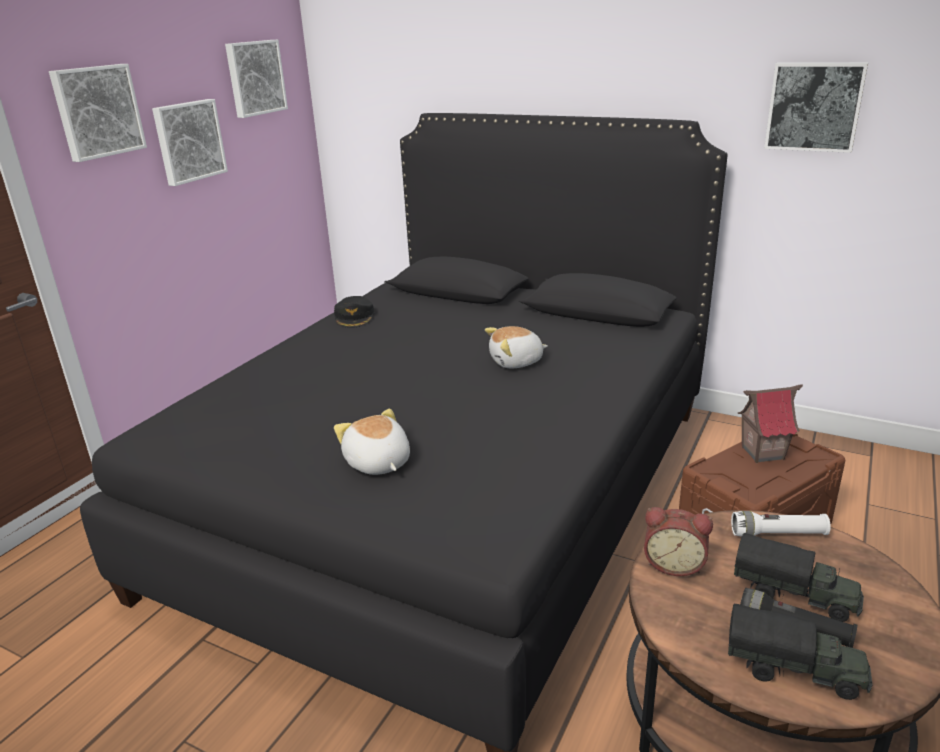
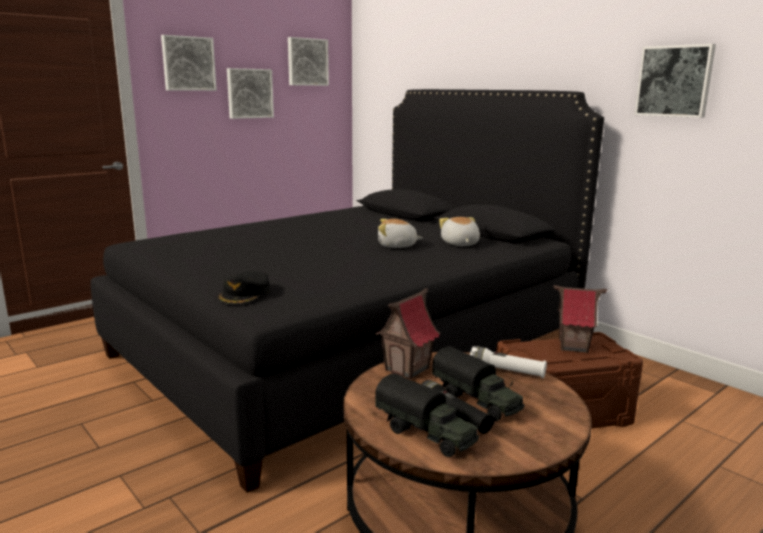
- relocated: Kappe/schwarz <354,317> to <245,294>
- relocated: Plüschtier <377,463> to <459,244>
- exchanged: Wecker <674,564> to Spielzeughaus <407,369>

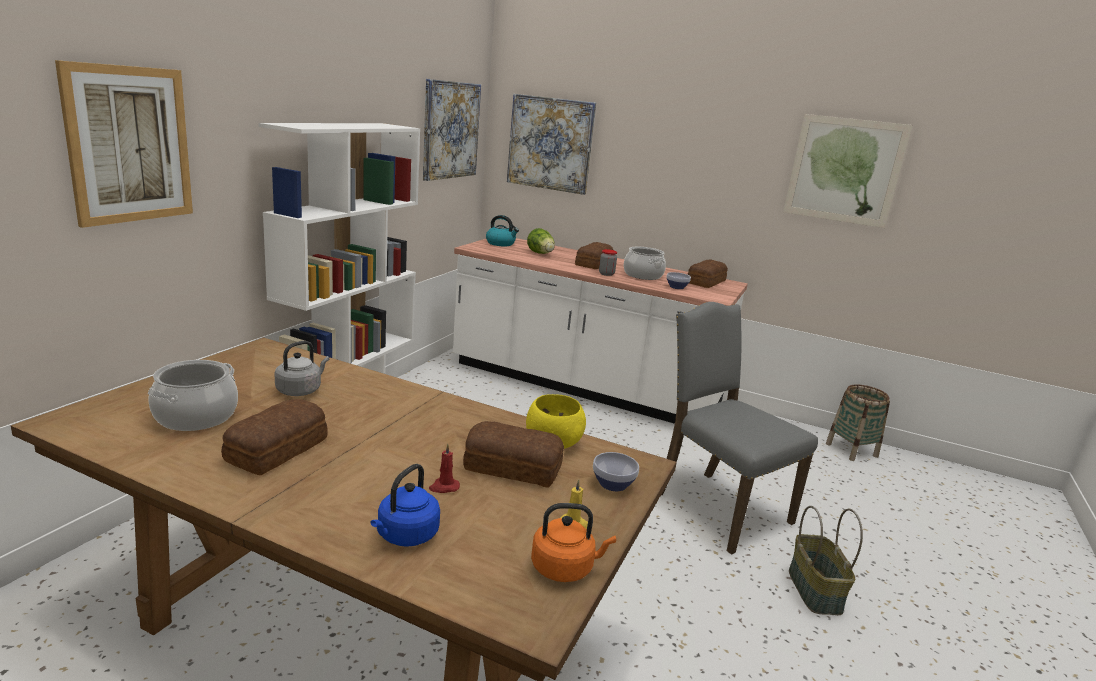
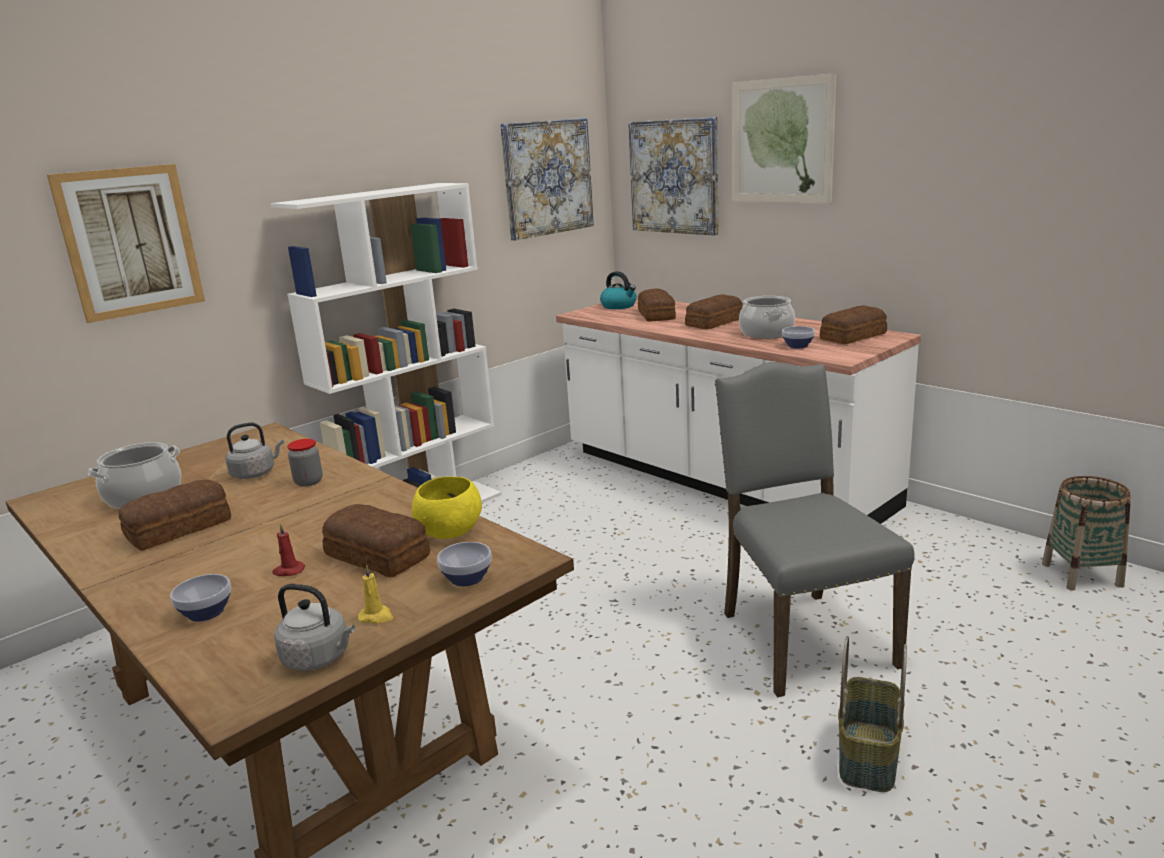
- relocated: Vorratsglas <606,274> to <308,482>
- relocated: Bild <844,170> to <781,141>
- exchanged: Wasserkessel/blau <405,536> to Schüssel <205,614>
- exchanged: Salatkopf <541,254> to Brot <657,315>
- colour: Wasserkessel/orange <565,568> to Wasserkessel/grau <319,658>

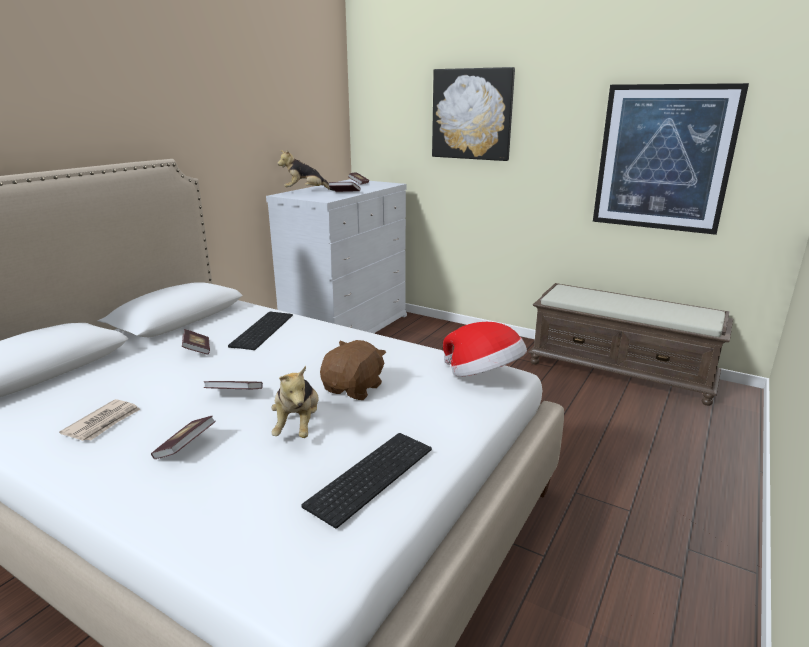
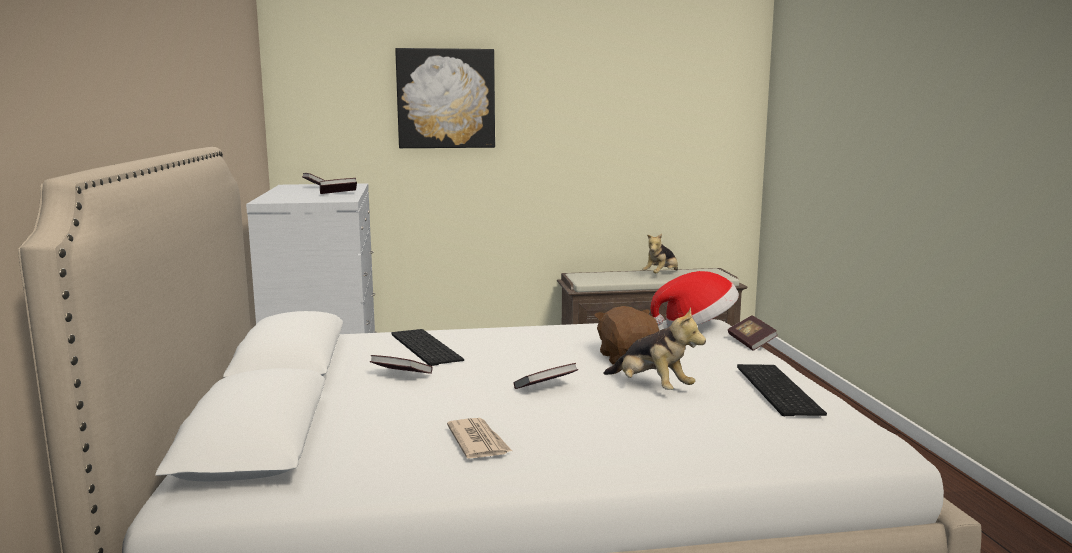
- missing: Bild <663,158>
- relocated: Buch <185,447> to <751,343>
- relocated: Plüschtier <305,191> to <661,275>

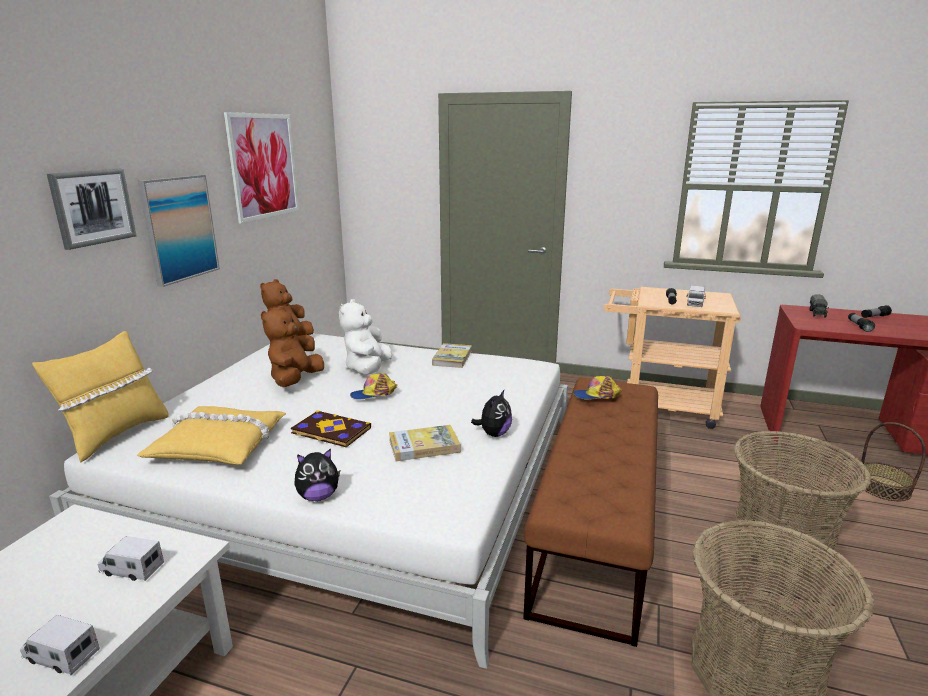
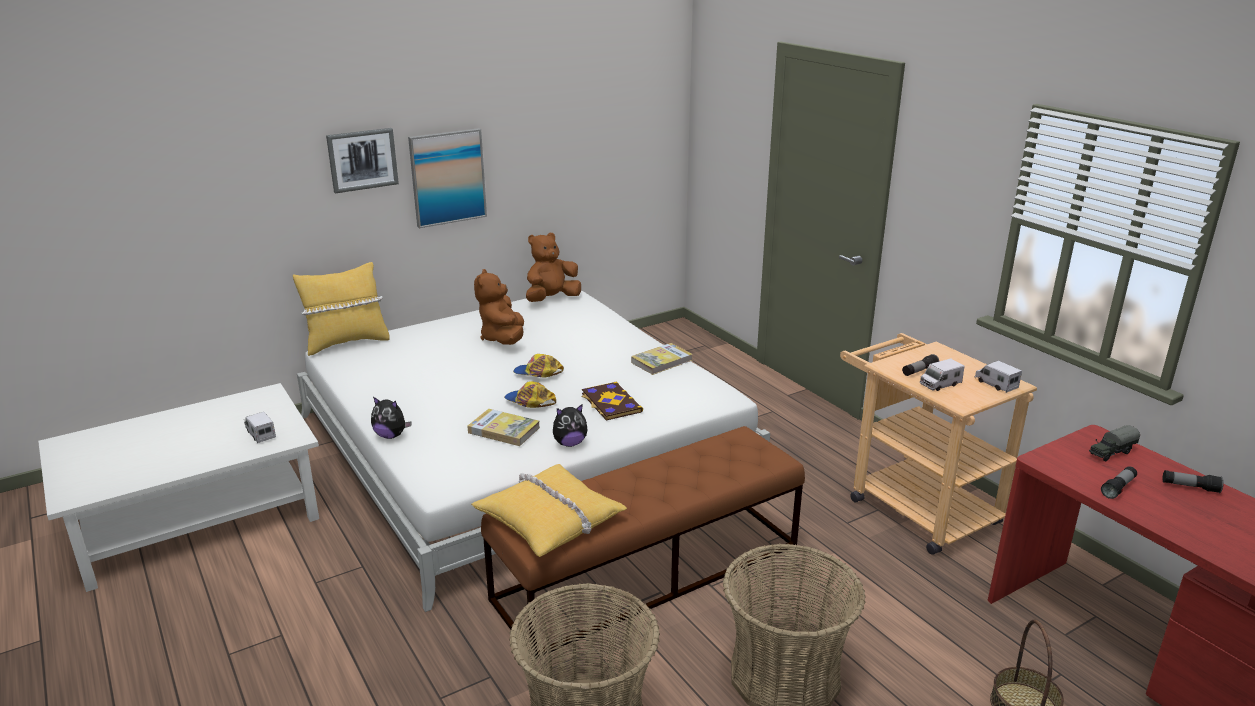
- missing: Bild <264,166>
- missing: Plüschtier/weiß <367,369>
- relocated: Spielzeuglaster <62,656> to <995,384>
- relocated: Kissen/gelb <220,445> to <550,519>
- relocated: Buch <330,431> to <610,403>
- relocated: Kappe <597,396> to <529,402>
- spun: Plüschtier/braun <295,380> = <503,339> 60 degrees counterclockwise

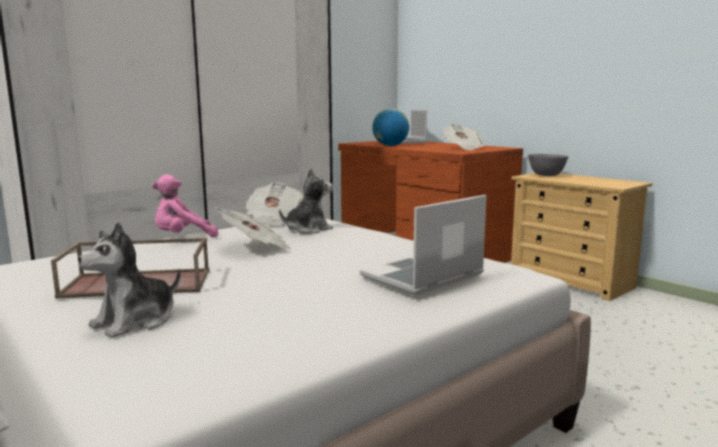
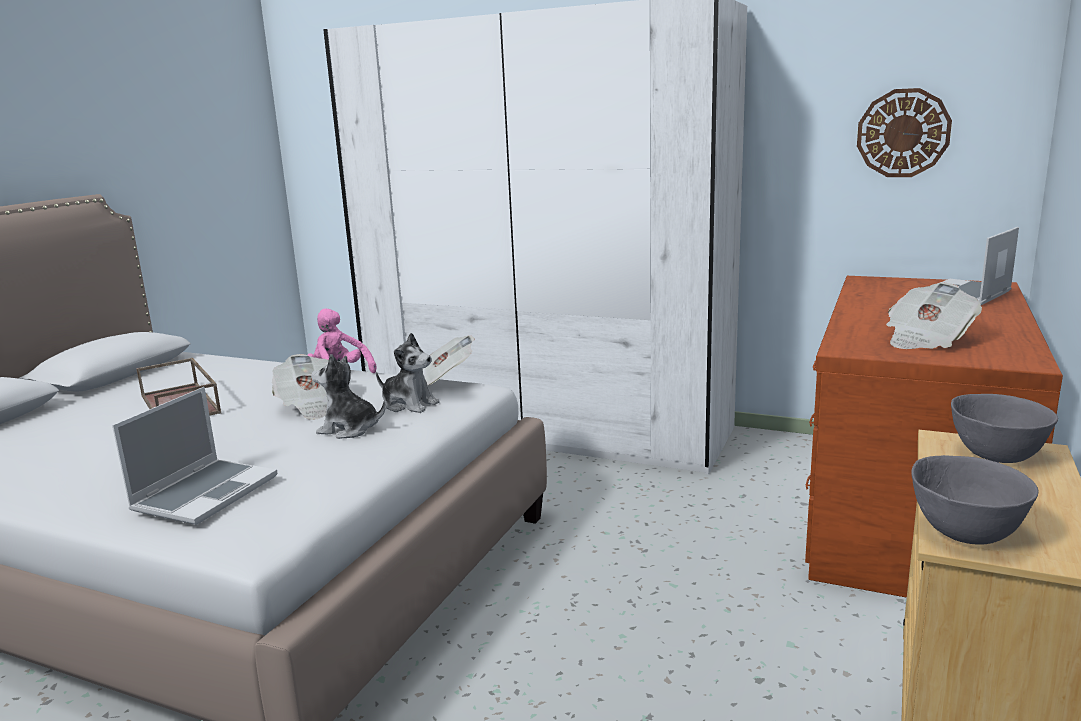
- missing: Globus <390,145>
- appeared: Wanduhr <903,133>
- appeared: Schüssel/grau <964,532>
- relocated: Plüschtier <136,321> to <349,429>
- spun: Laptop <422,276> = <206,493> 90 degrees clockwise

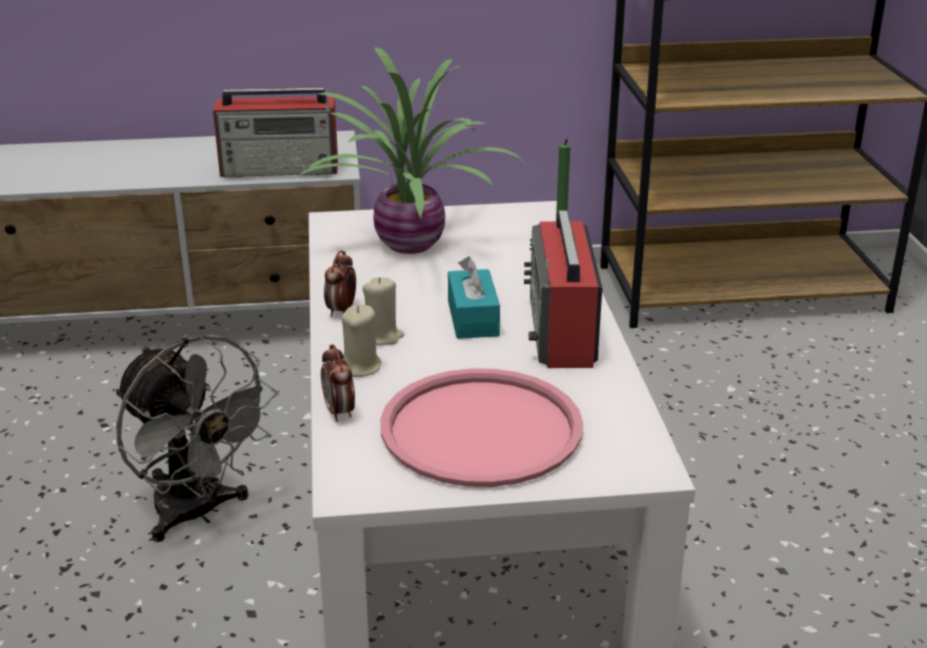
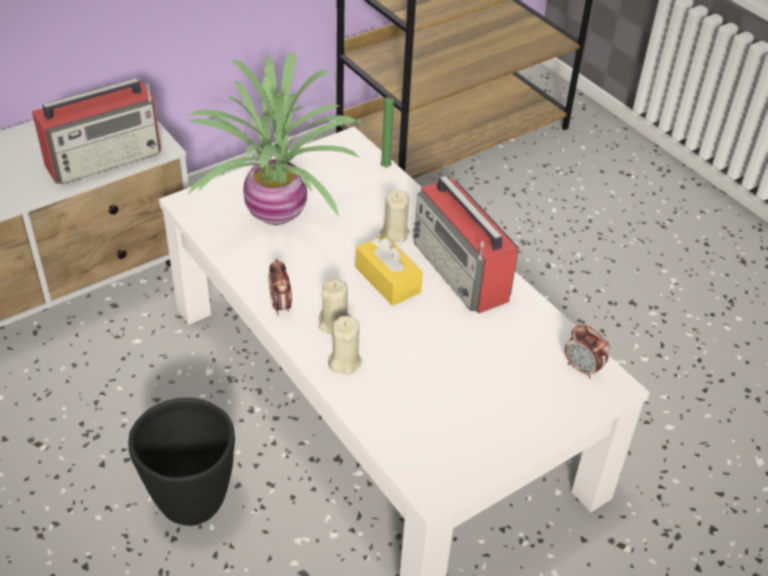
- missing: Tablett/rosa <481,429>
- appeared: Kerze/beige <394,233>
- relocated: Wecker <339,412> to <582,368>
- exchanged: Ventilator/grau <197,514> to Pflanzkübel/schwarz <191,501>
- colour: Taschentuchbox/türkis <473,318> to Taschentuchbox/gelb <388,280>

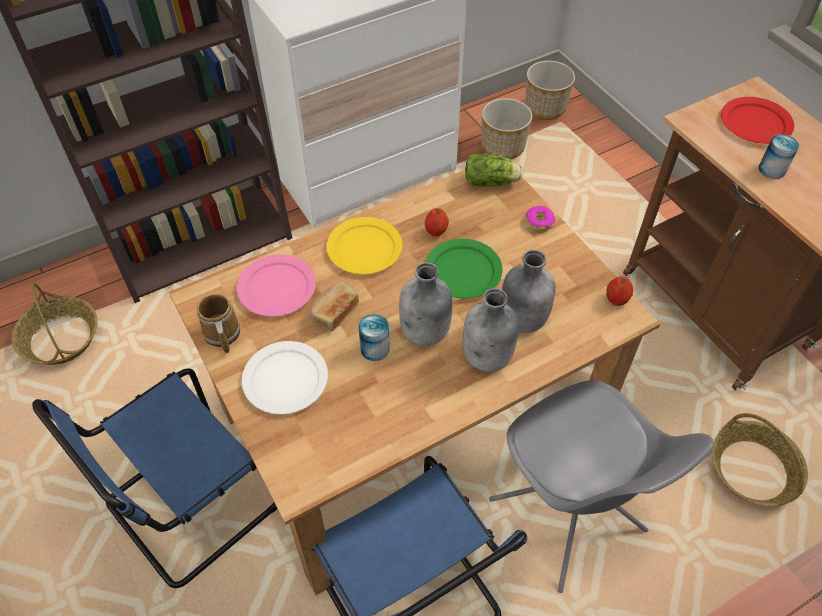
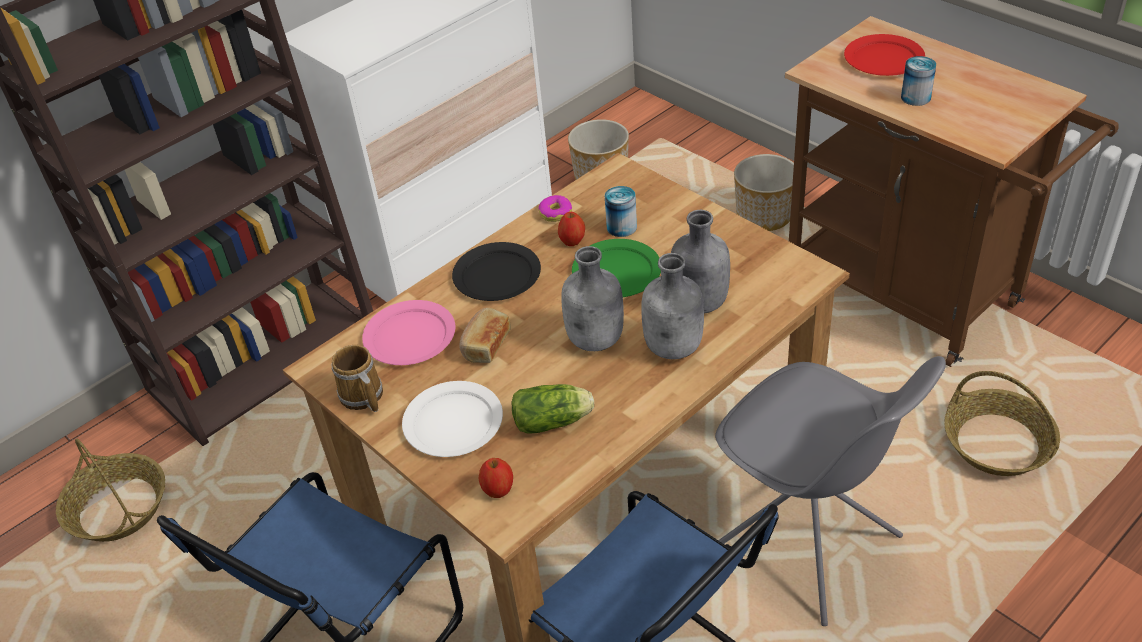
- relocated: Dose <375,348> to <621,227>
- relocated: Salatkopf <492,182> to <555,421>
- relocated: Pflanzkübel <545,108> to <764,216>
- relocated: Donut <539,222> to <555,213>
- relocated: Apfel <616,299> to <498,490>
- colour: Teller/gelb <364,248> to Teller/schwarz <496,275>

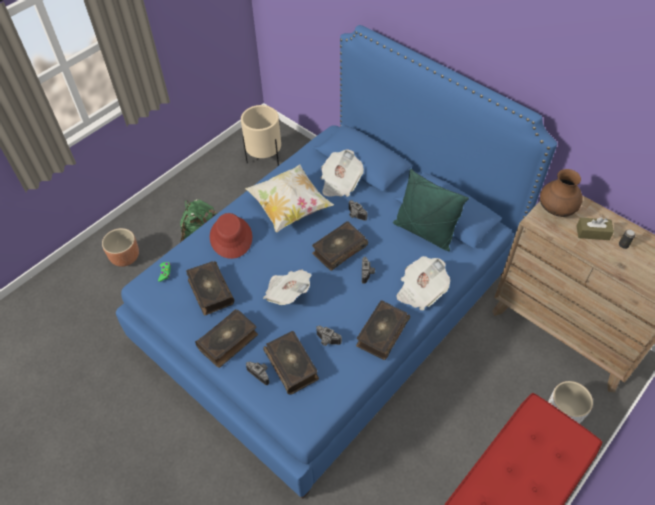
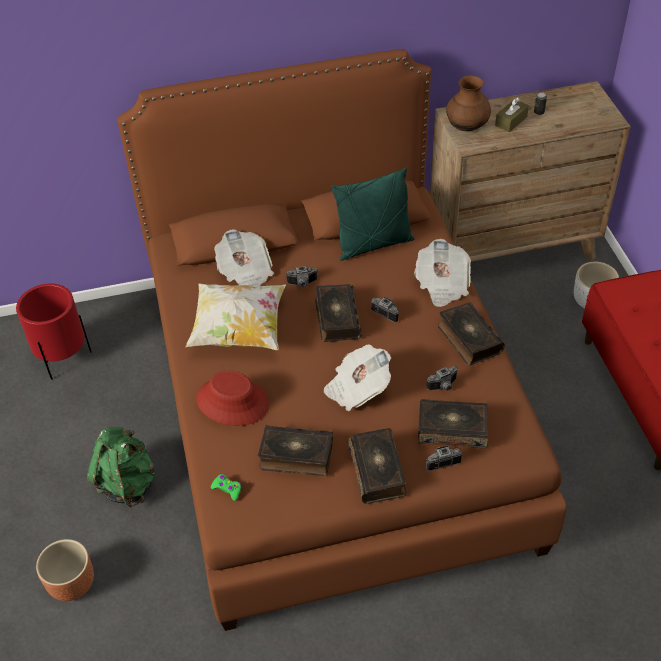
- colour: Bett/blau <328,305> to Bett/braun <332,409>
- colour: Pflanzkübel/beige <265,158> to Pflanzkübel/rot <63,358>

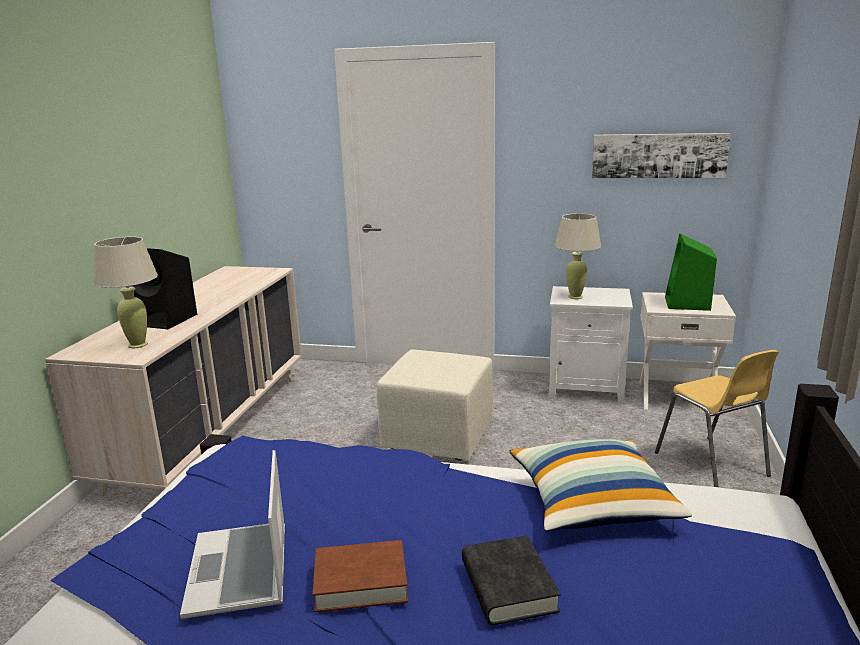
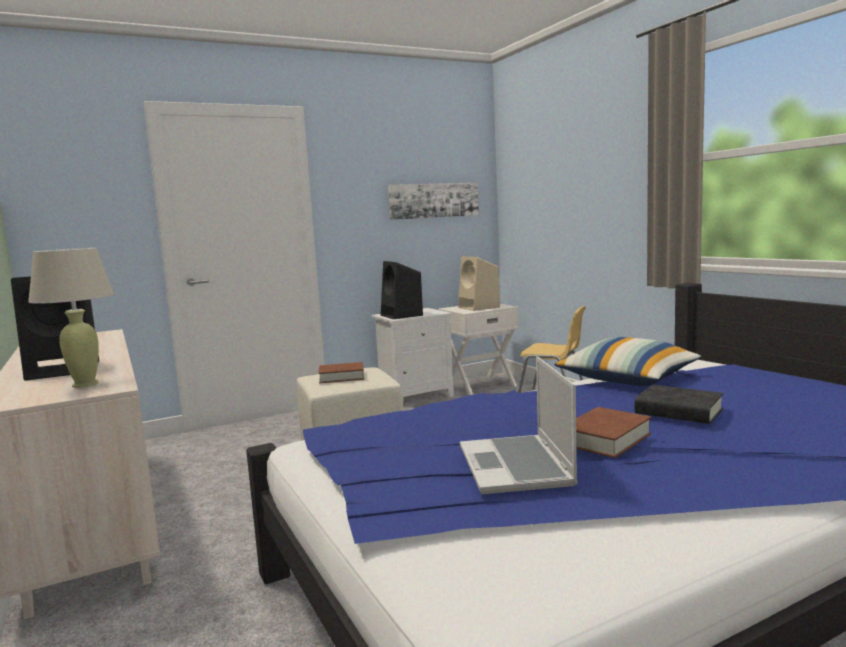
- appeared: Buch/braun <341,377>
- exchanged: Tischlampe/beige <575,297> to Lautsprecher/schwarz <402,315>
- colour: Lautsprecher/grün <687,304> to Lautsprecher/beige <479,307>
- spun: Laptop <241,572> = <517,467> 45 degrees clockwise

